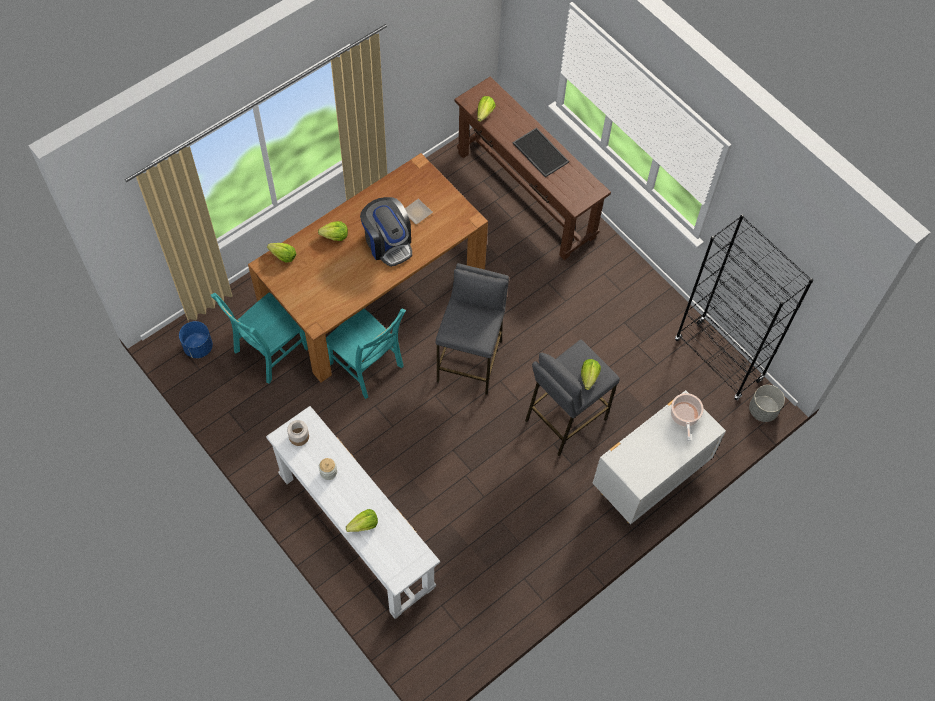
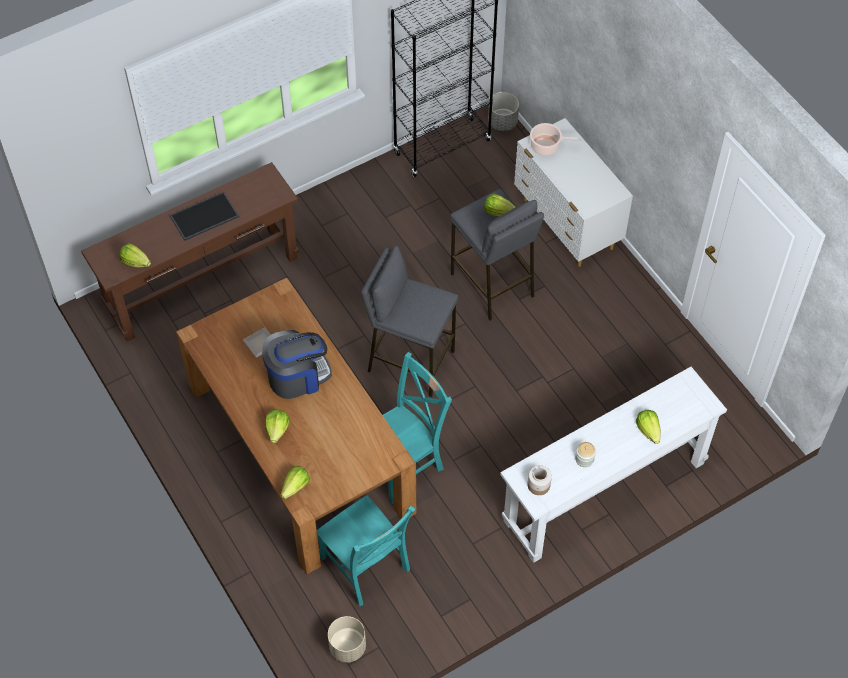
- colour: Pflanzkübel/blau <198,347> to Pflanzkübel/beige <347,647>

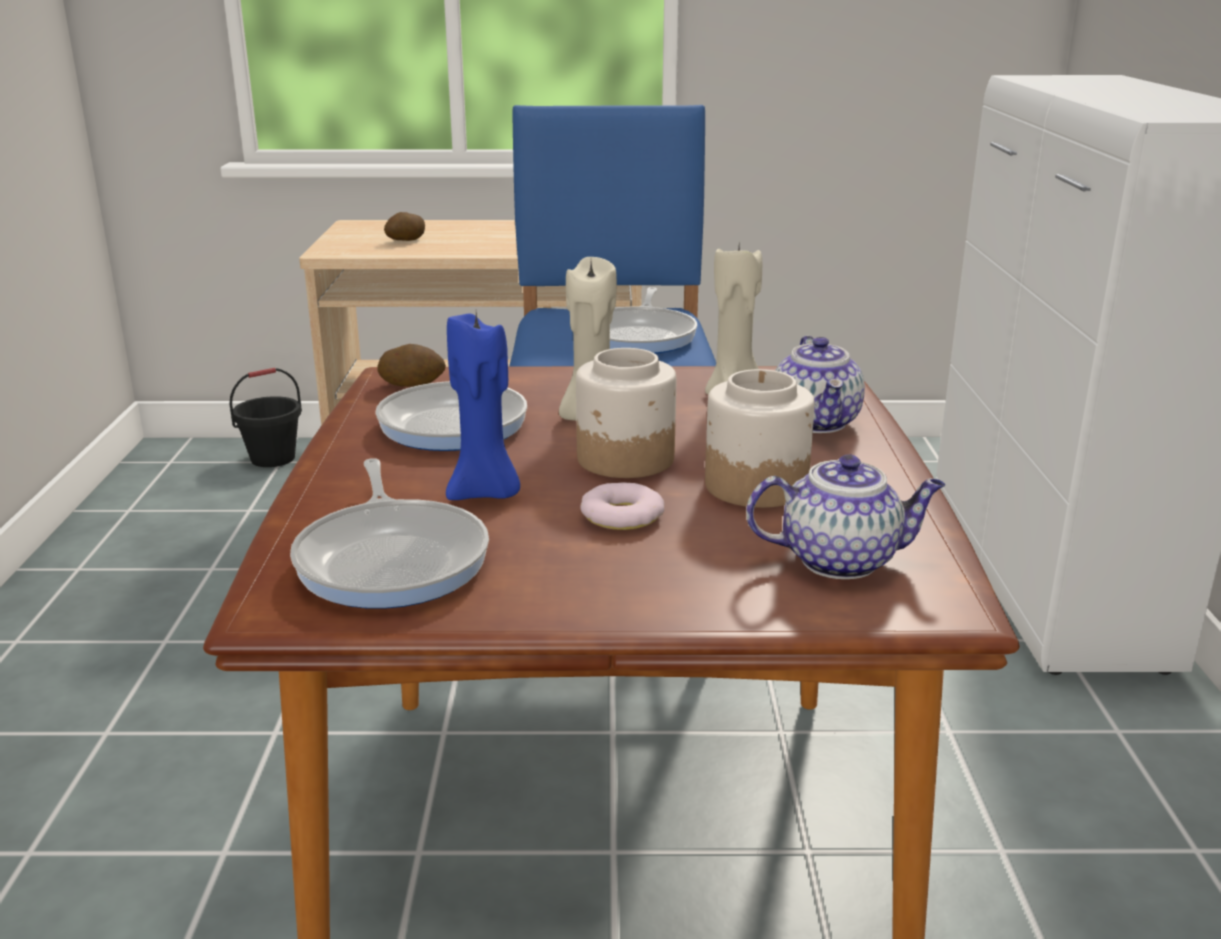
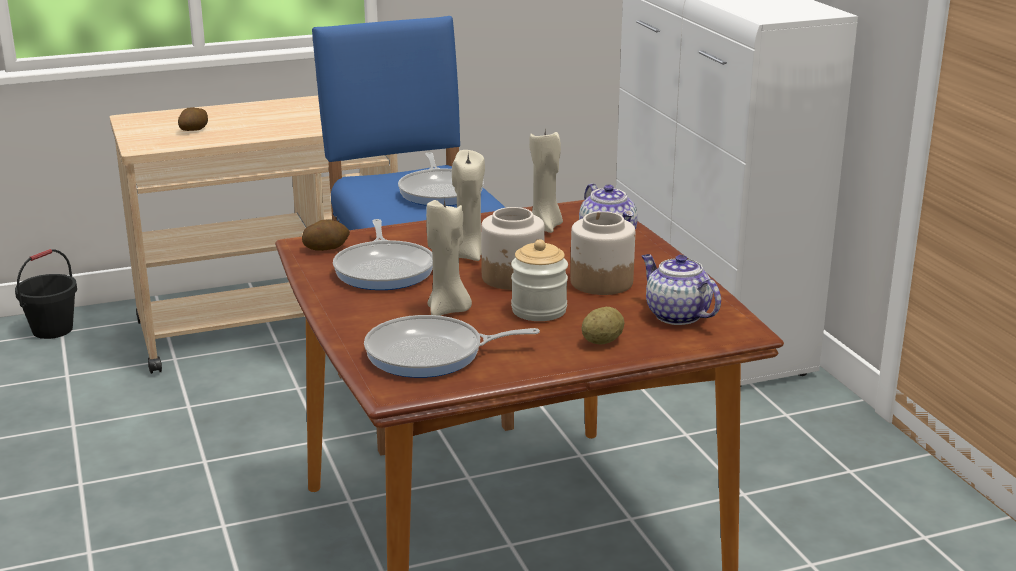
- appeared: Kartoffel <602,341>
- exchanged: Donut <621,515> to Vorratsglas <539,310>
- colour: Kerze/blau <486,493> to Kerze/beige <448,310>
- spun: Pfanne <393,559> = <431,354> 120 degrees clockwise
- spun: Teekanne <842,560> = <676,315> 105 degrees counterclockwise

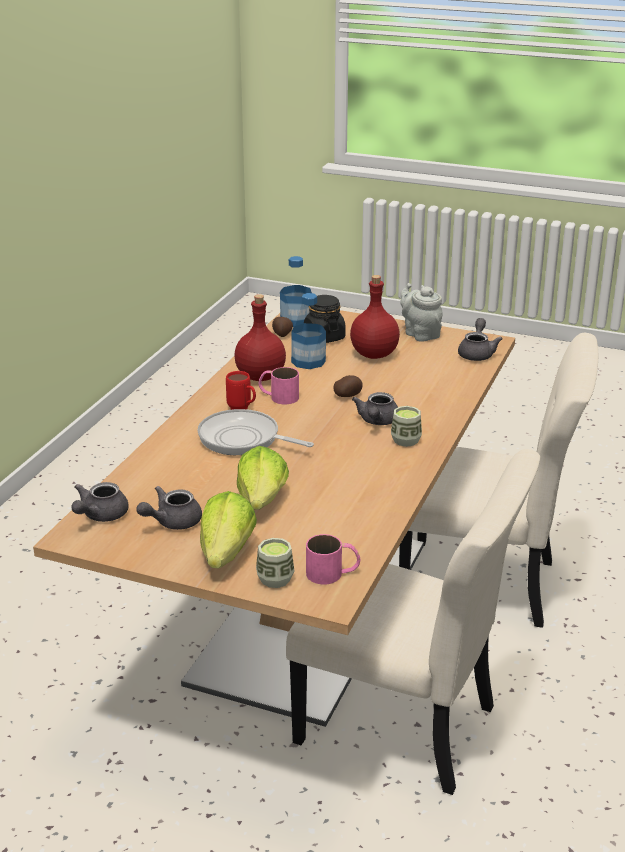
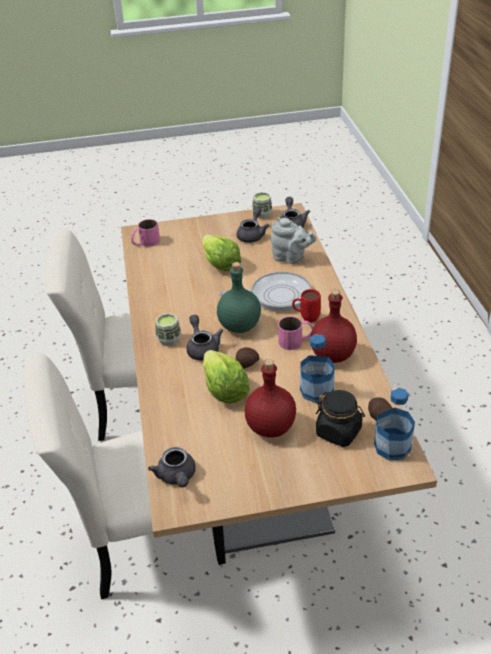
- appeared: Flasche/grün <240,326>
- relocated: Salatkopf <226,554> to <224,390>
- relocated: Tasse <275,579> to <262,214>
- relocated: Teekanne/grau <420,334> to <291,258>

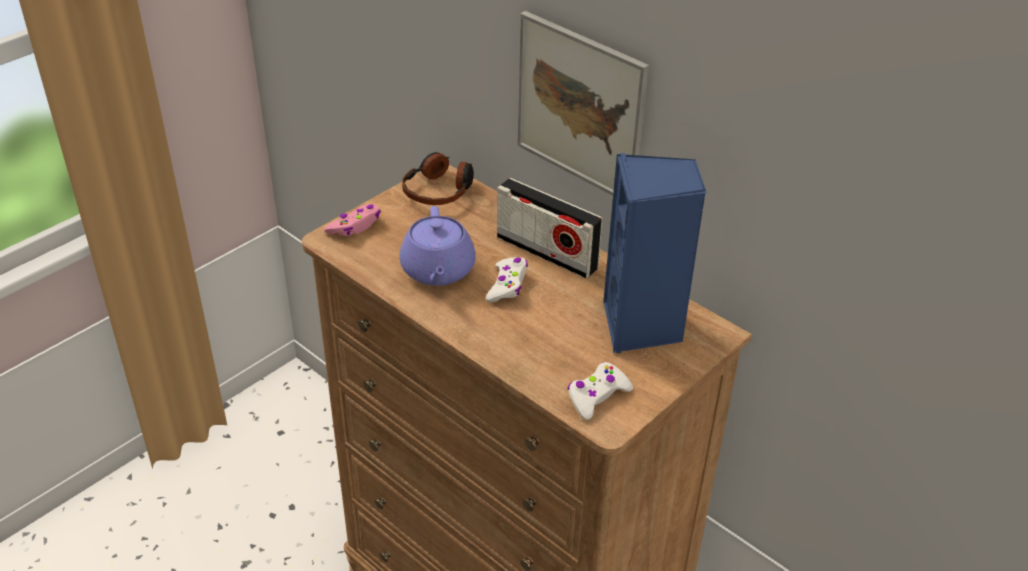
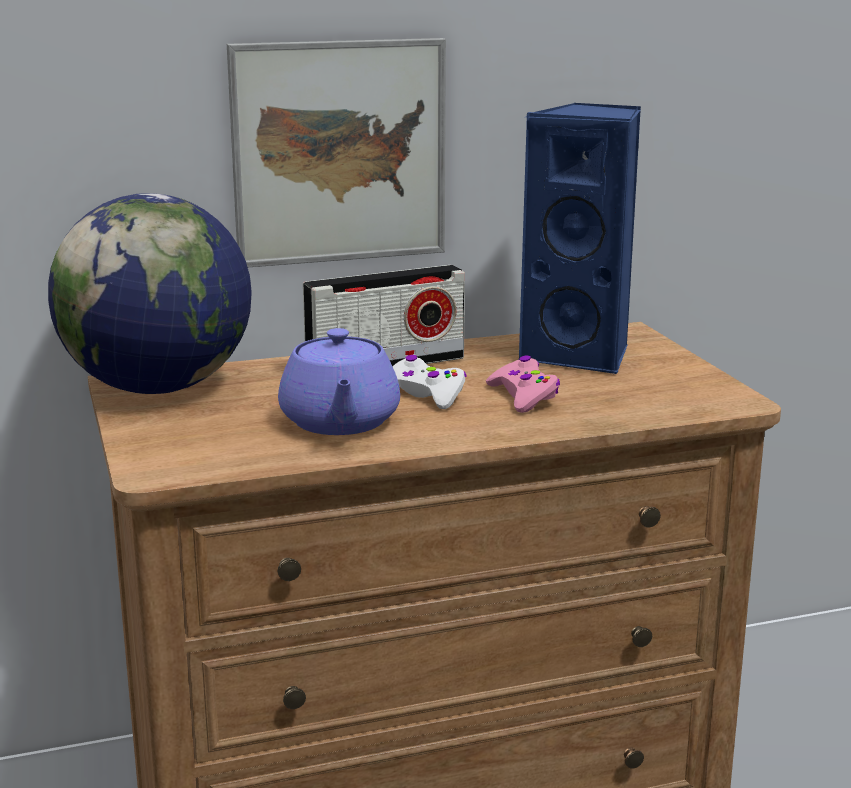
- missing: Gamepad/weiß <597,396>
- relocated: Gamepad/rosa <355,226> to <523,396>
- exchanged: Kopfhörer <439,190> to Globus <158,388>
- spun: Teekanne/lila <438,271> = <340,422> 60 degrees clockwise

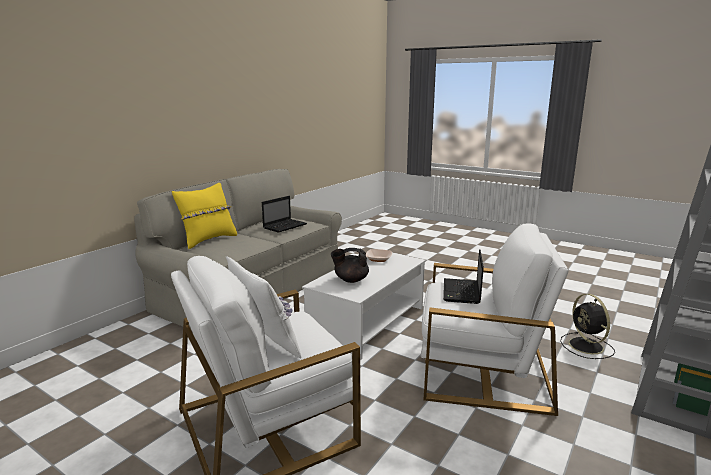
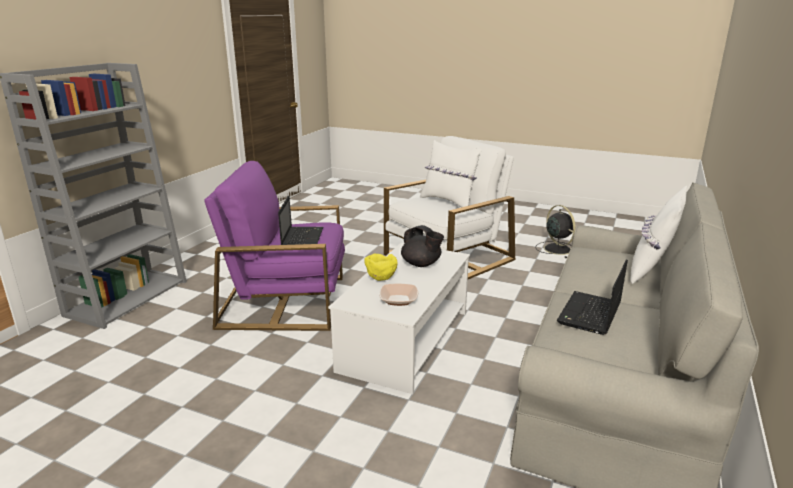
- appeared: Schüssel/gelb <381,278>
- relocated: Ventilator/schwarz <587,346> to <556,249>
- colour: Kissen/gelb <208,240> to Kissen/weiß <652,270>
- colour: Sessel/weiß <482,370> to Sessel/lila <285,300>
- spun: Teekanne/schwarz <350,280> = <421,264> 60 degrees clockwise

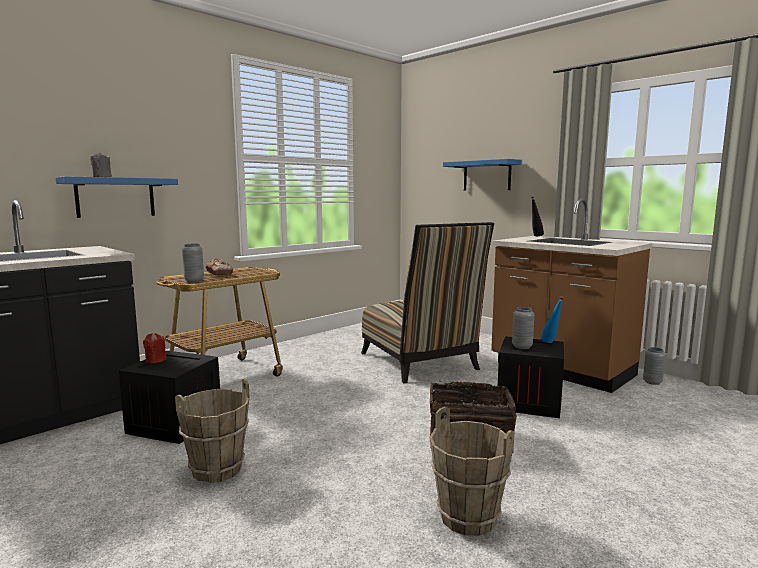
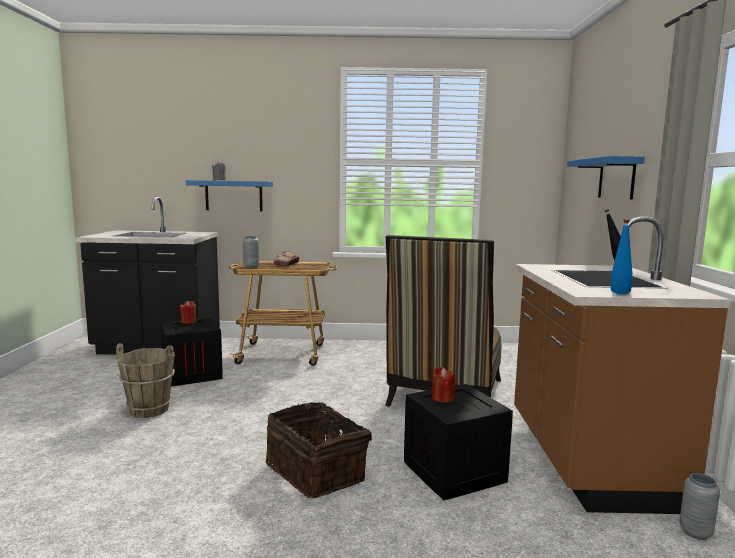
- missing: Eimer/braun <468,518>
- relocated: Flasche/blau <551,343> to <619,294>
- exchanged: Vase/grau <522,347> to Kerze/rot <442,398>

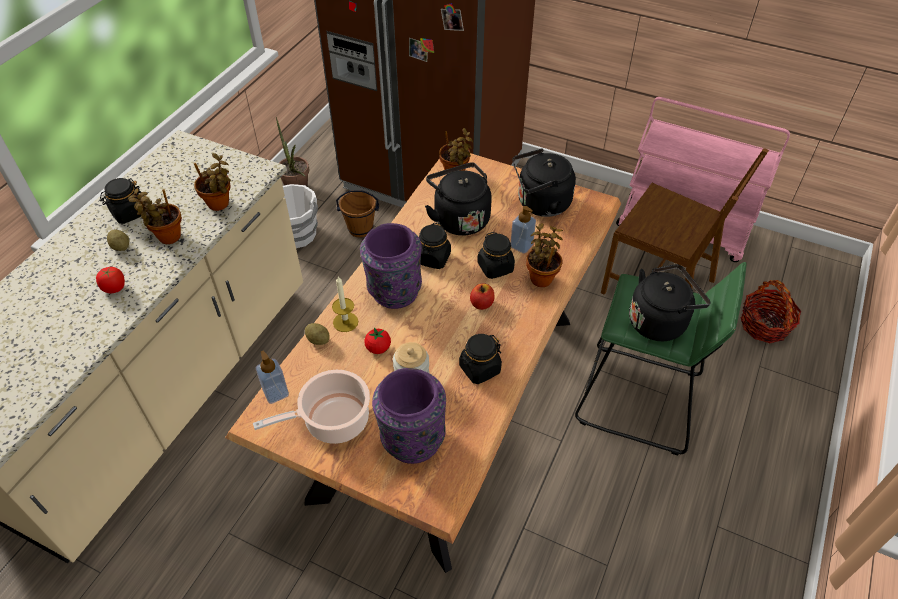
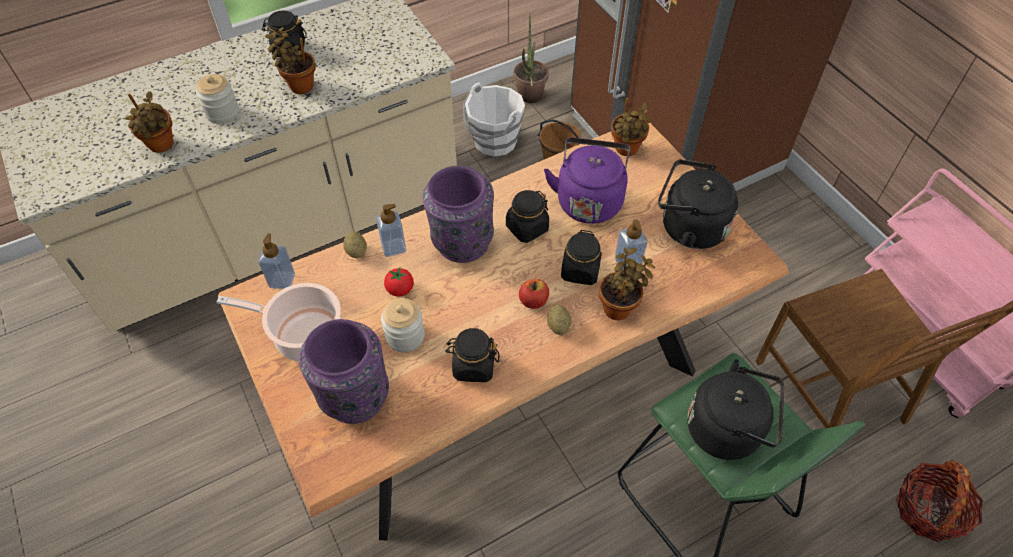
- relocated: Kartoffel <121,247> to <558,326>
- relocated: Topfpflanze <220,205> to <161,146>
- exchanged: Tomate <114,288> to Vorratsglas <222,113>
- exchanged: Kerze <345,322> to Seifenspender <393,247>
- colour: Wasserkessel/schwarz <459,218> to Wasserkessel/lila <589,200>

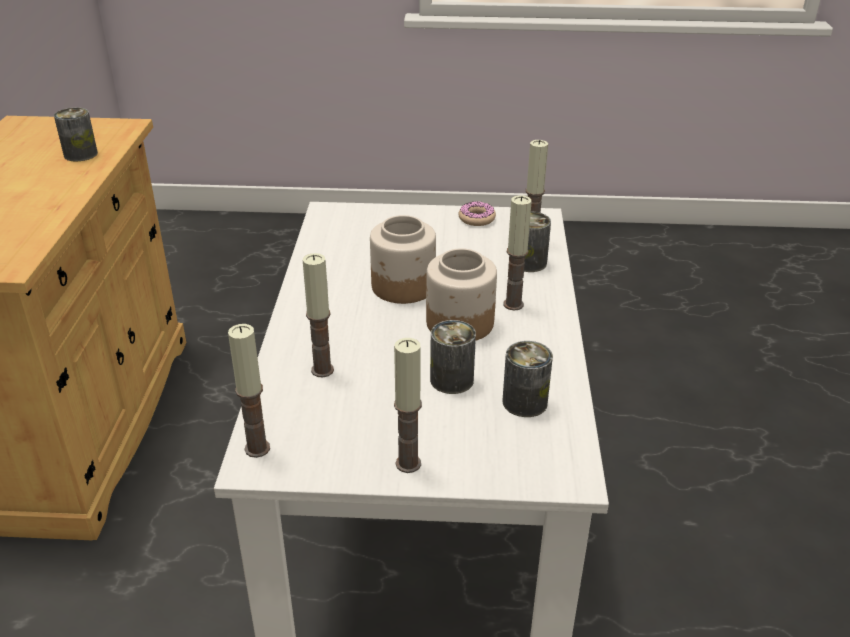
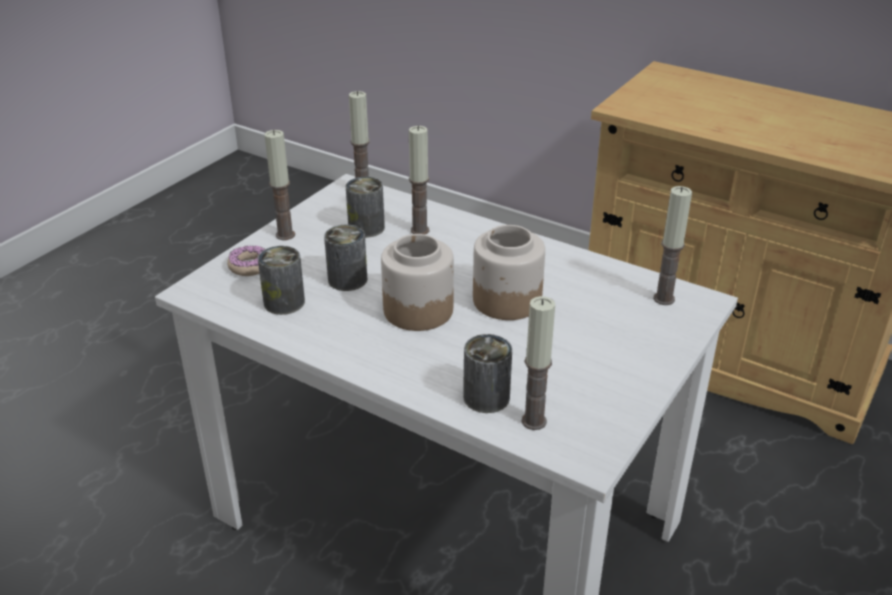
- relocated: Dose <80,154> to <366,228>
- relocated: Donut <476,219> to <249,266>
- relocated: Kerze <513,304> to <664,299>

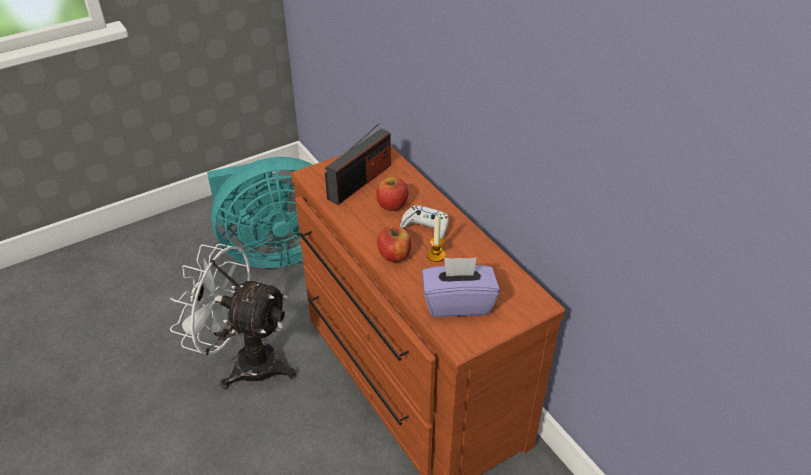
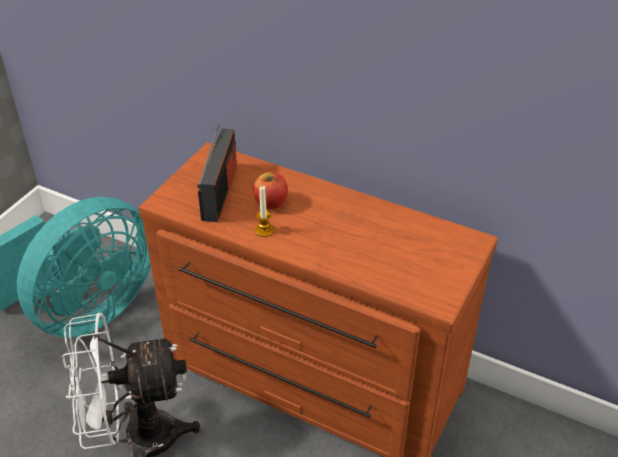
- missing: Apfel <394,255>
- missing: Gamepad/weiß <425,227>
- missing: Taschentuchbox/lila <458,303>
- relocated: Kerze <436,255> to <264,230>

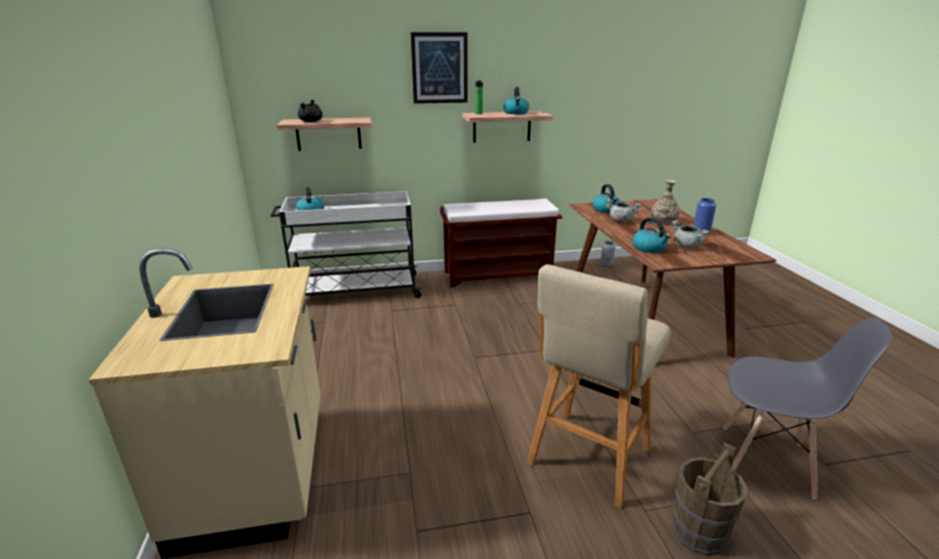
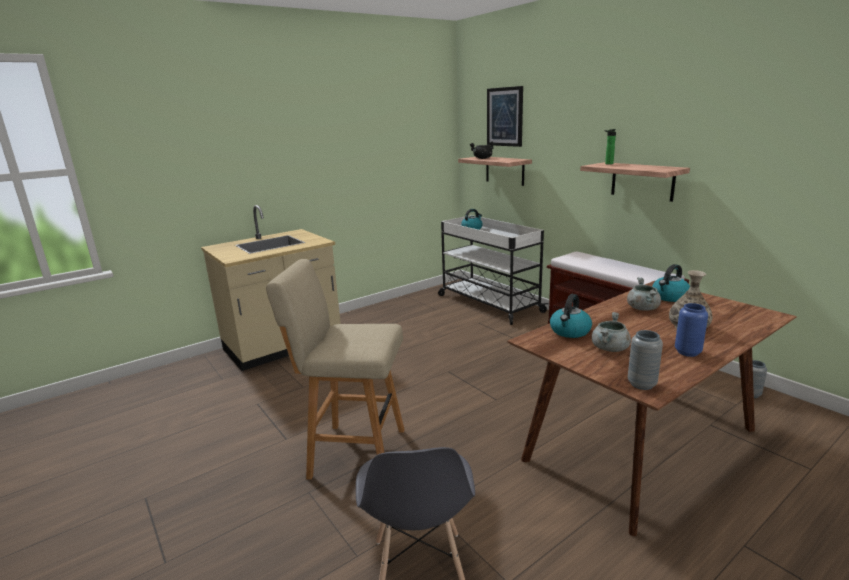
- missing: Wasserkessel <516,113>
- missing: Eimer/braun <698,532>
- appeared: Vase/grau <641,384>
- relocated: Bild <439,68> to <505,117>

